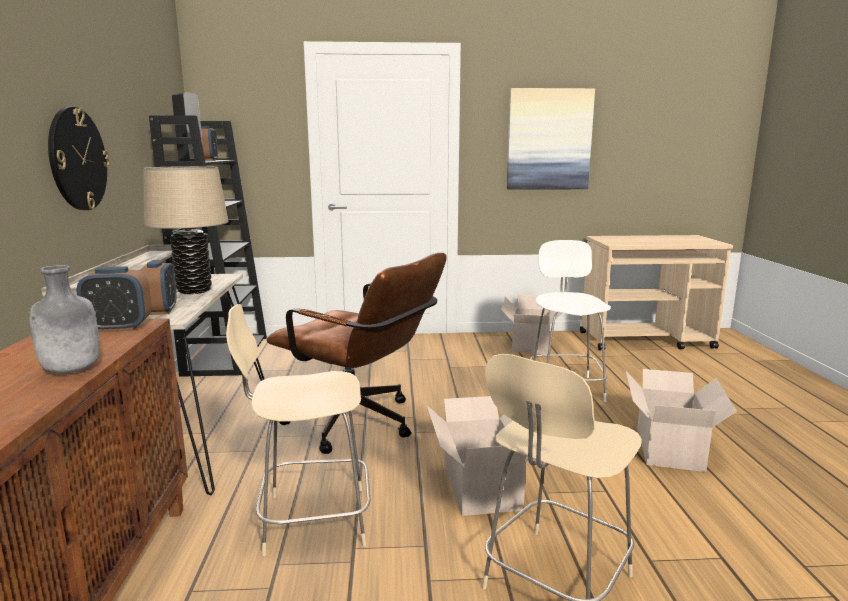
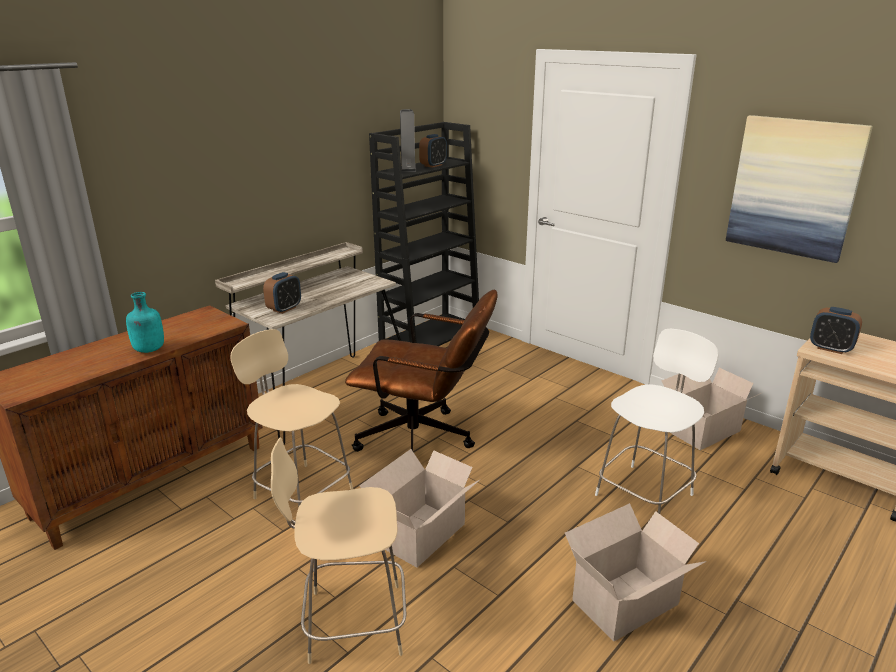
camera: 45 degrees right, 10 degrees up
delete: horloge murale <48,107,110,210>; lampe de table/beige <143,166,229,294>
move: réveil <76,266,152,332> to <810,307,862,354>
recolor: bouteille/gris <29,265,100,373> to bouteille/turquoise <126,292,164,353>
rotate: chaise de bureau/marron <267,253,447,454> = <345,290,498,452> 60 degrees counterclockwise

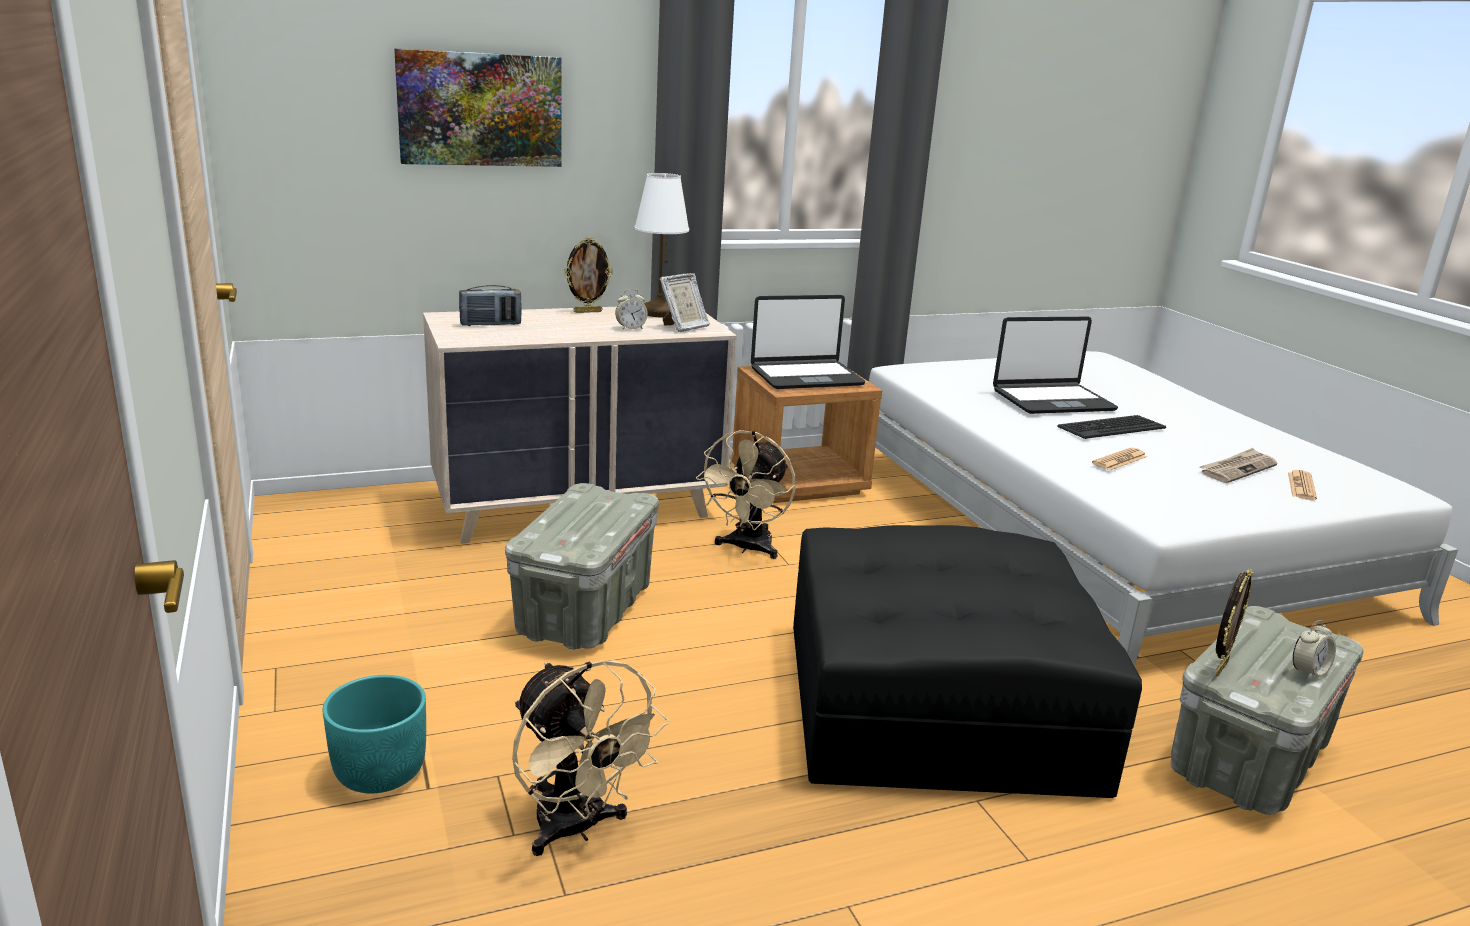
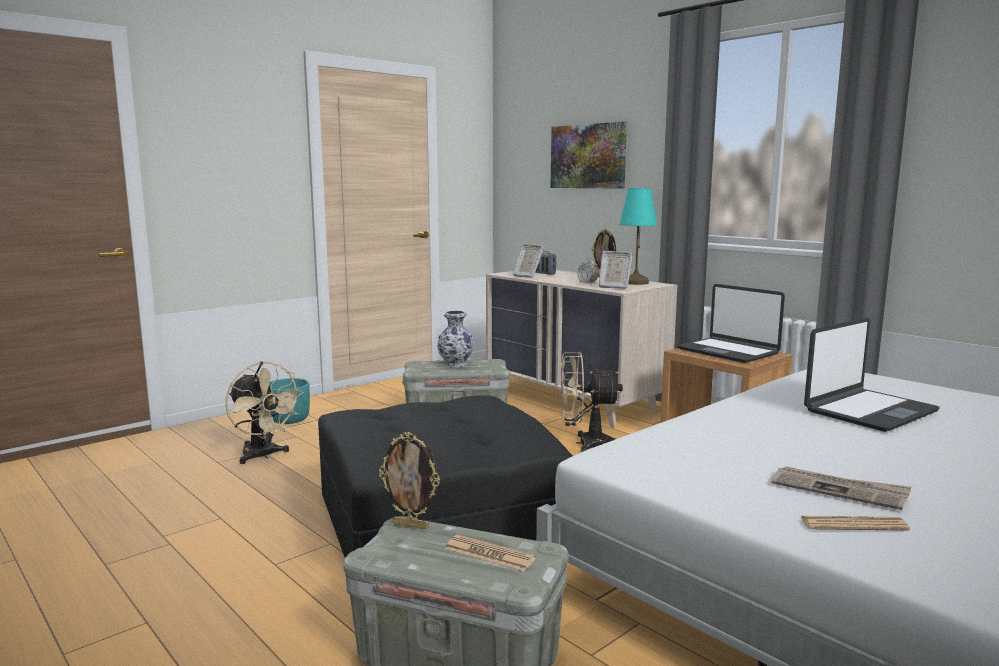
camera: 70 degrees right, 10 degrees down
delete: clavier <1057,415,1166,439>; réveil <1293,620,1336,680>
insert: vase <437,311,474,367>; cadre photo <513,244,544,278>
move: journal <1092,448,1147,470> to <445,534,536,572>
recolor: lampe de table/blanc <635,173,689,317> to lampe de table/turquoise <619,188,657,285>
rotate: ventilateur/beige <512,660,669,856> = <226,361,304,464> 75 degrees counterclockwise; ordinateur portable <993,317,1118,414> = <804,317,940,432> 90 degrees counterclockwise

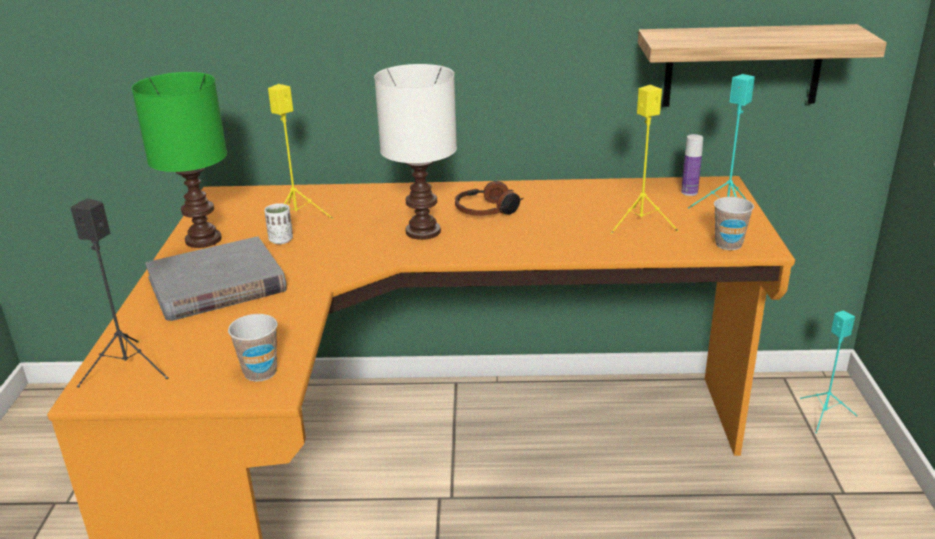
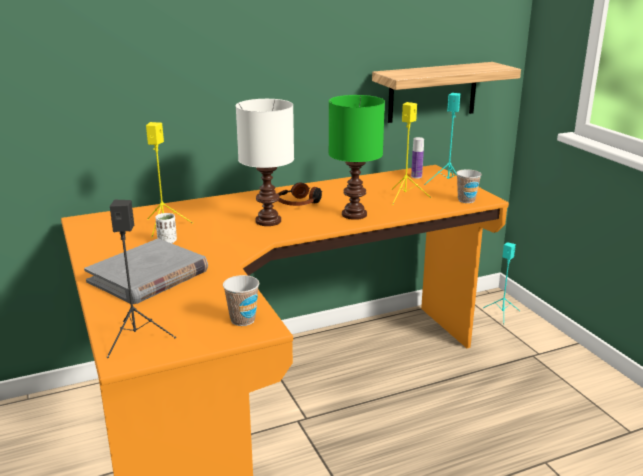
camera: 25 degrees left, 5 degrees down
move: lampe de table/vert <132,72,227,248> to <328,95,385,220>

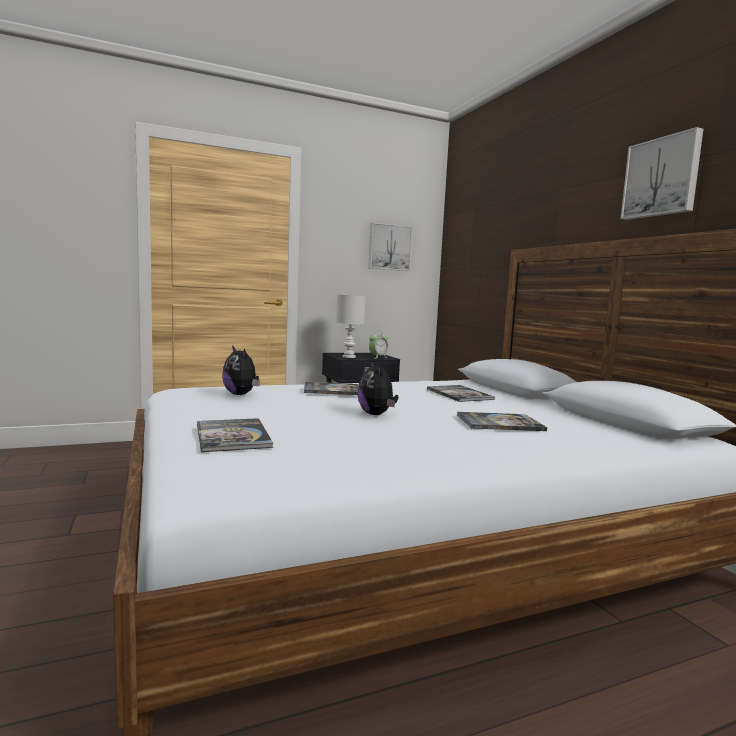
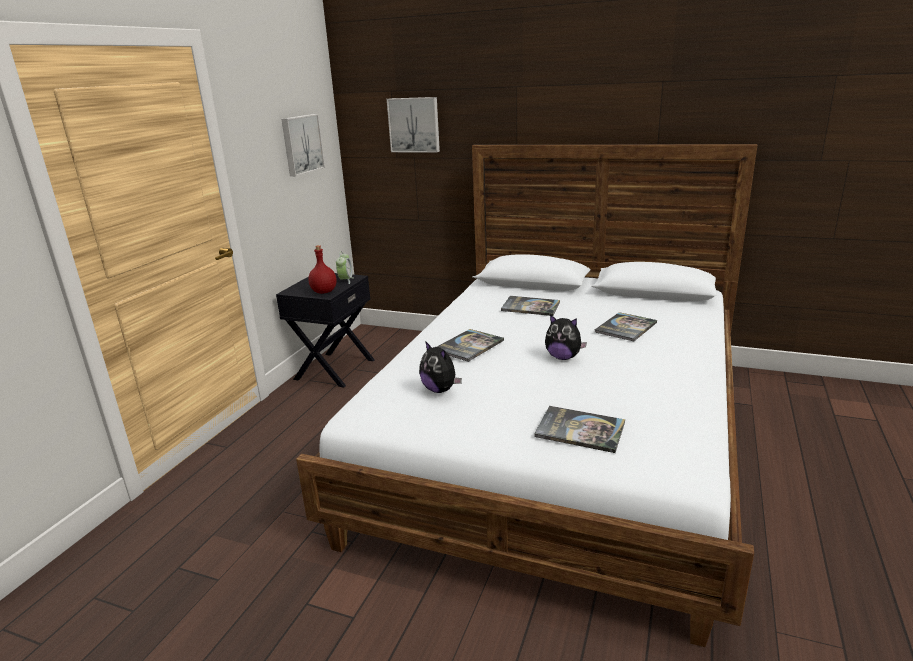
camera: 45 degrees left, 15 degrees up
move: tableau <621,127,703,220> to <387,97,440,153>
replace: lampe de table/blanc <336,294,366,358> to bouteille/rouge <308,245,337,294>
rotate: peluche <222,346,260,395> = <419,341,462,393> 45 degrees clockwise

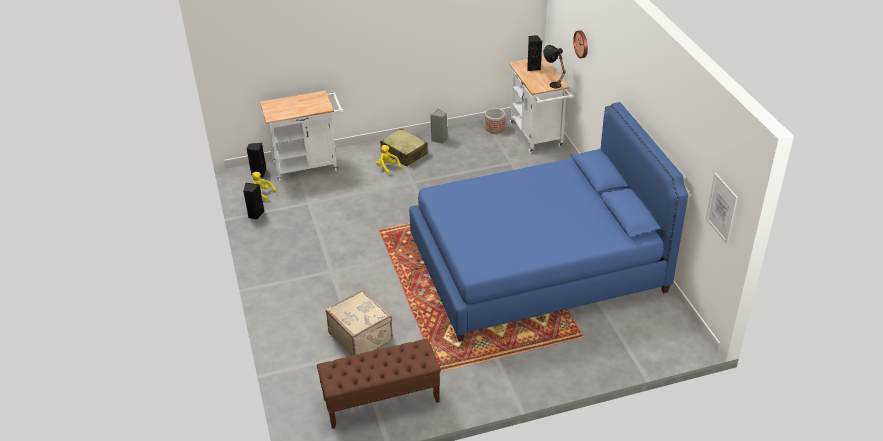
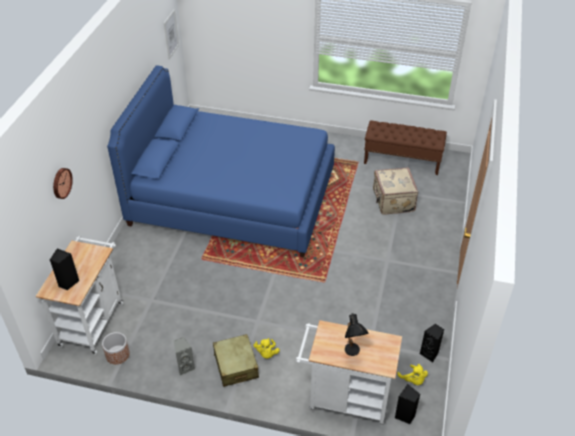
camera: 150 degrees left, 5 degrees up
move: lampe de table/noir <543,45,566,88> to <345,313,369,356>

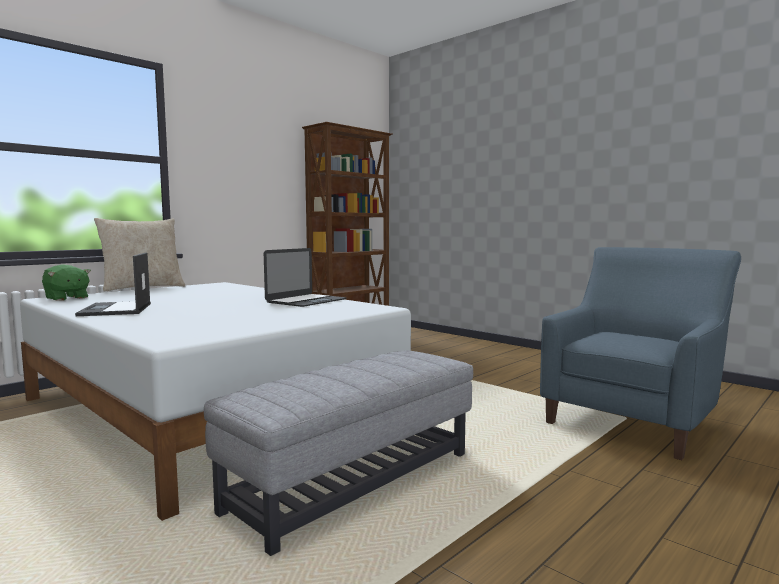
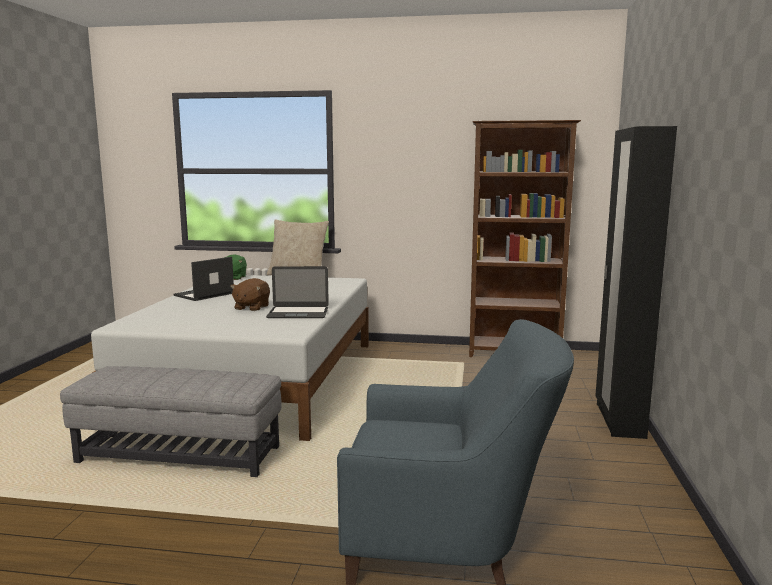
camera: 55 degrees right, 5 degrees up
insert: peluche/marron <231,278,270,311>; armoire/noir <595,126,677,439>

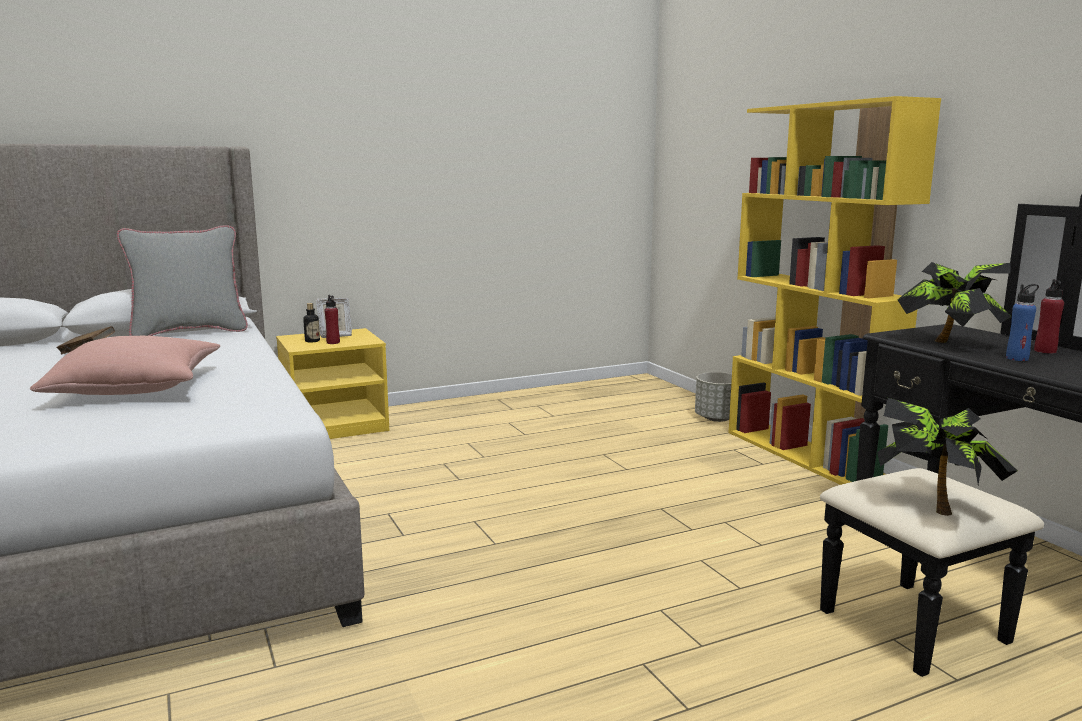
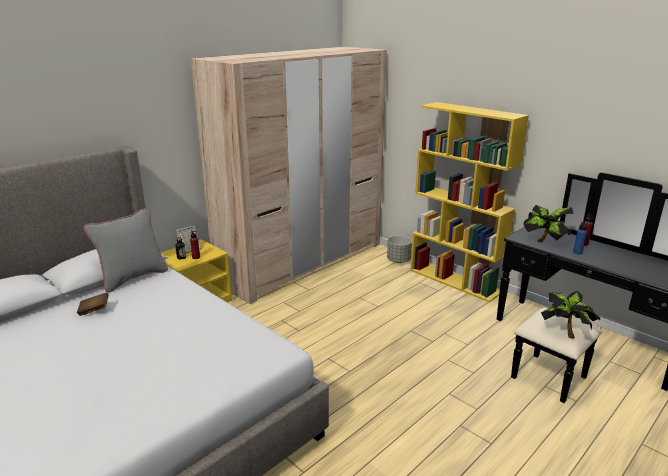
camera: 20 degrees left, 10 degrees up
delete: coussin/rose <30,336,220,395>
insert: armoire/beige <191,47,387,304>

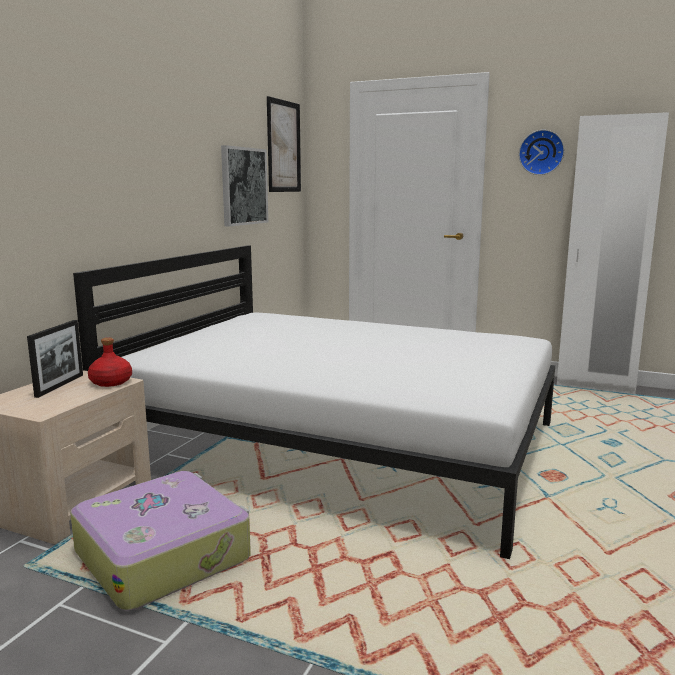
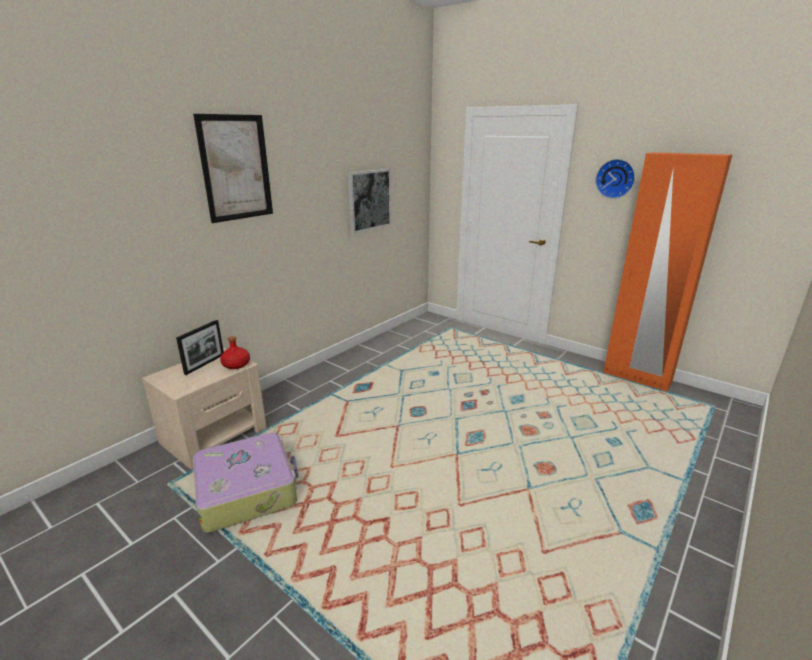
camera: 15 degrees right, 10 degrees up
delete: lit/blanc <73,245,555,559>
move: tableau <267,96,301,192> to <193,114,273,223>
recolor: armoire/blanc <557,112,669,394> to armoire/orange <603,152,732,392>

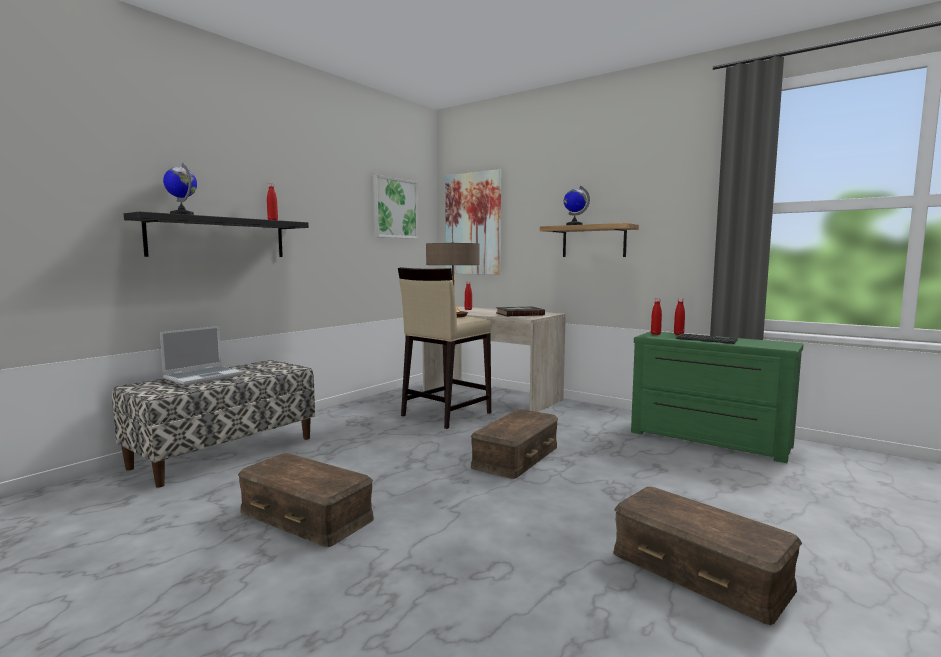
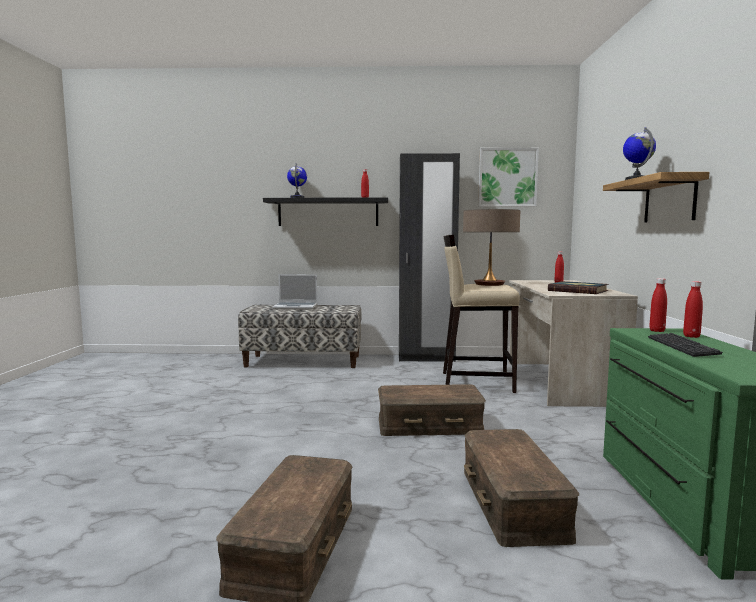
camera: 55 degrees right, 0 degrees up
delete: tableau <445,169,501,275>
insert: armoire/noir <399,153,460,362>
move: boîte de rangement/marron <238,453,374,547> to <464,429,579,547>

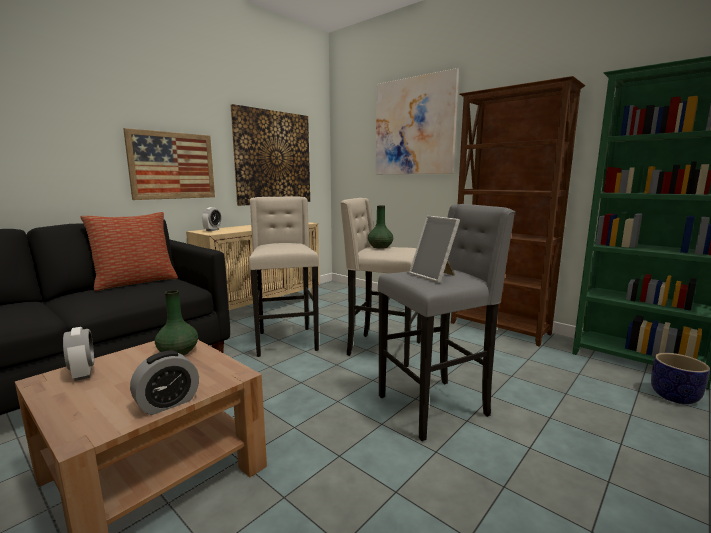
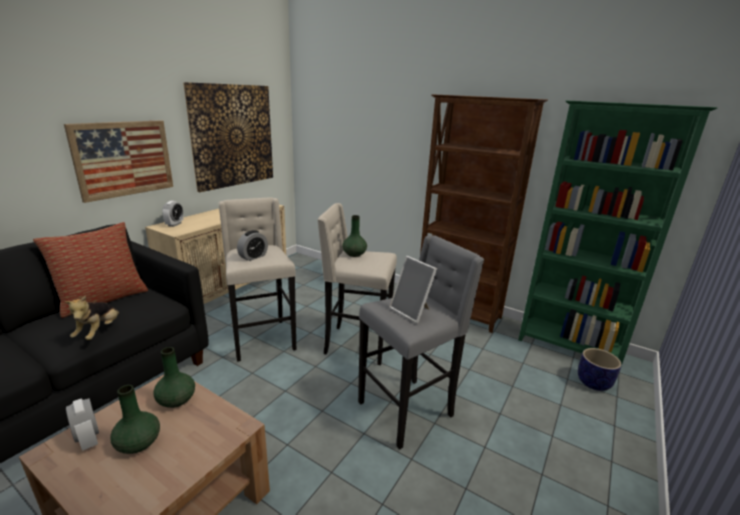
camera: 10 degrees left, 10 degrees up
delete: tableau <376,68,459,174>
insert: peluche <65,296,120,340>; vase/vert <110,385,160,454>
move: réveil <130,351,199,415> to <237,230,268,261>

